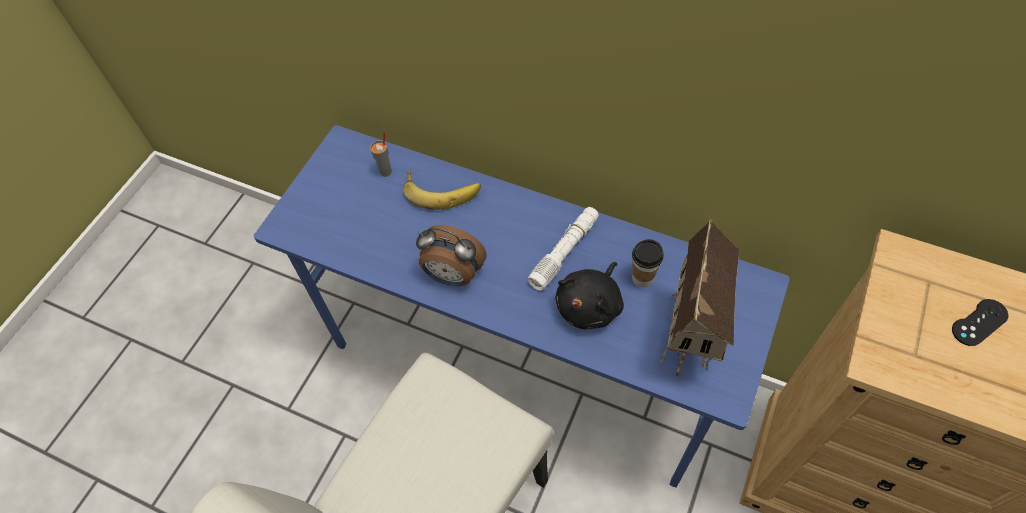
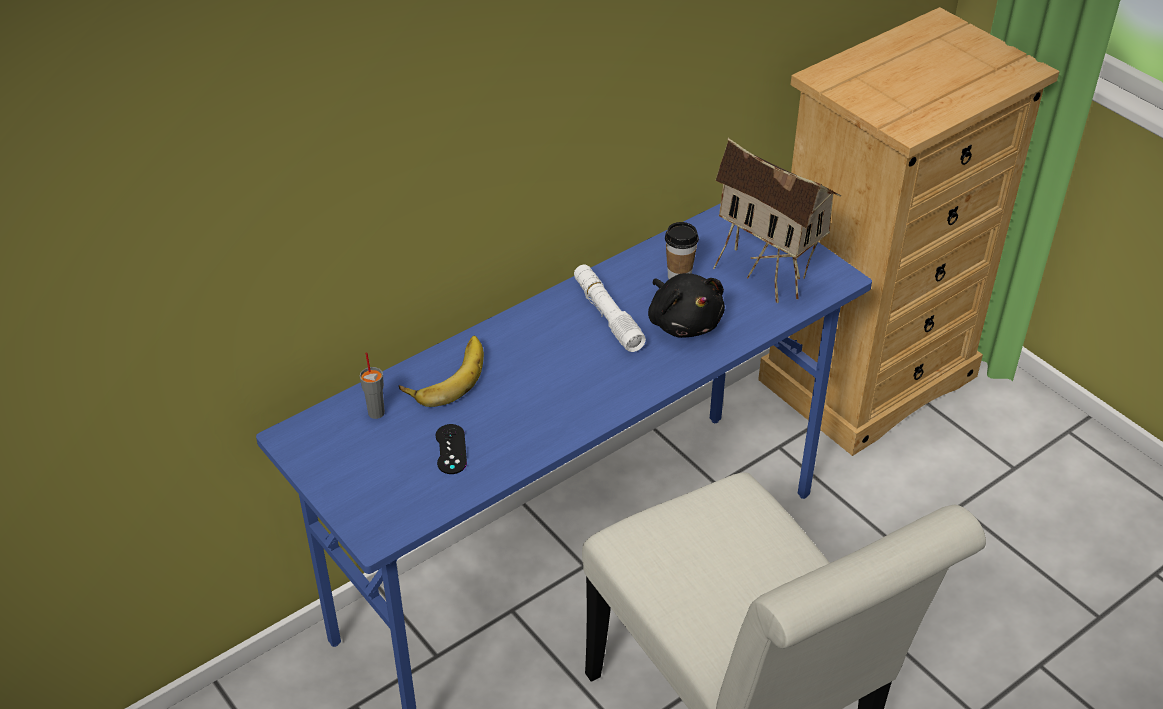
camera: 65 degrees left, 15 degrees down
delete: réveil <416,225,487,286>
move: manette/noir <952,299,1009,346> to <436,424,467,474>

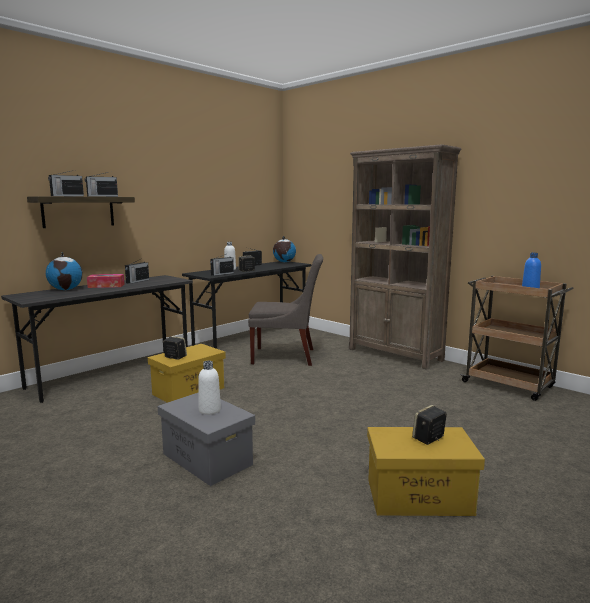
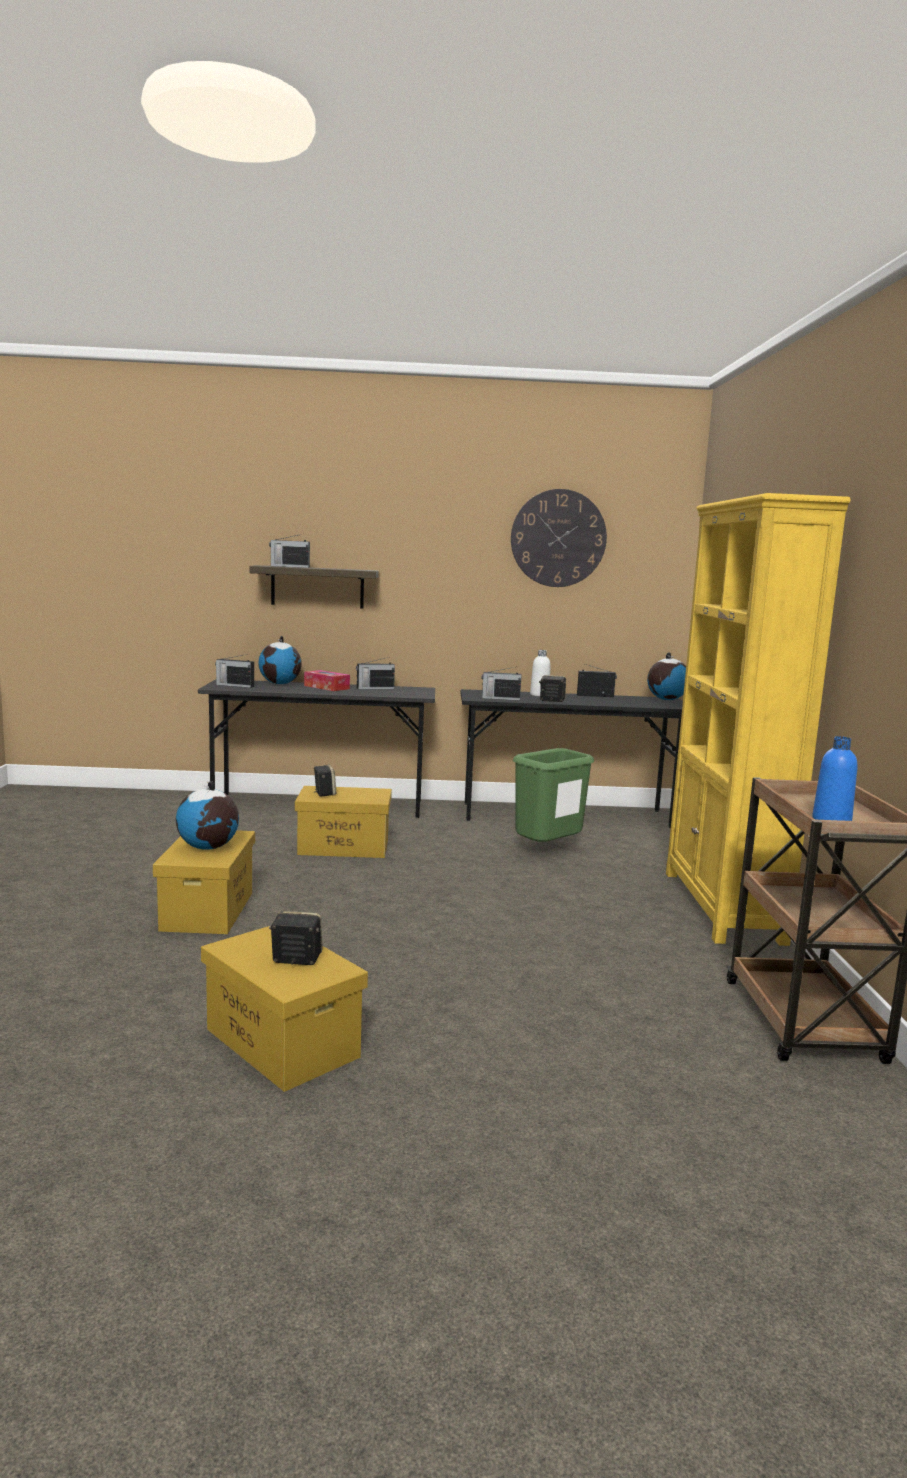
camera: 45 degrees right, 0 degrees up
insert: horloge murale <511,489,607,587>
move: radio <85,171,118,197> to <215,654,254,688>
replace: bouteille/blanc <198,361,221,415> to globe <176,781,239,850>; chaise/gris <248,254,323,366> to poubelle/vert <513,748,594,842>
recolor: boîte de rangement/gris <158,393,255,486> to boîte de rangement/jaune <153,830,255,934>; bibliothèque/marron <349,144,462,370> to bibliothèque/jaune <666,493,850,946>

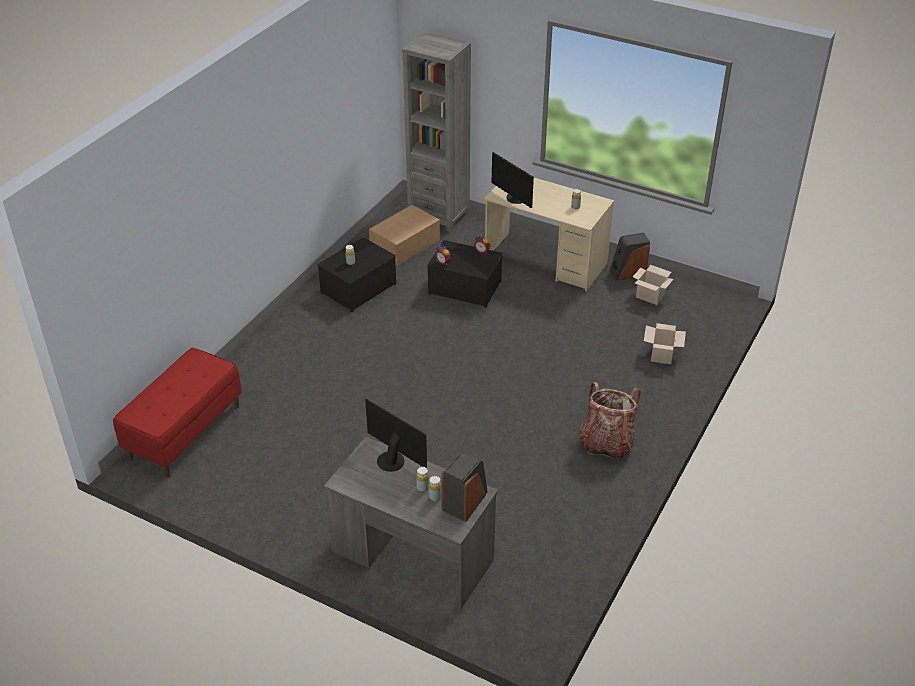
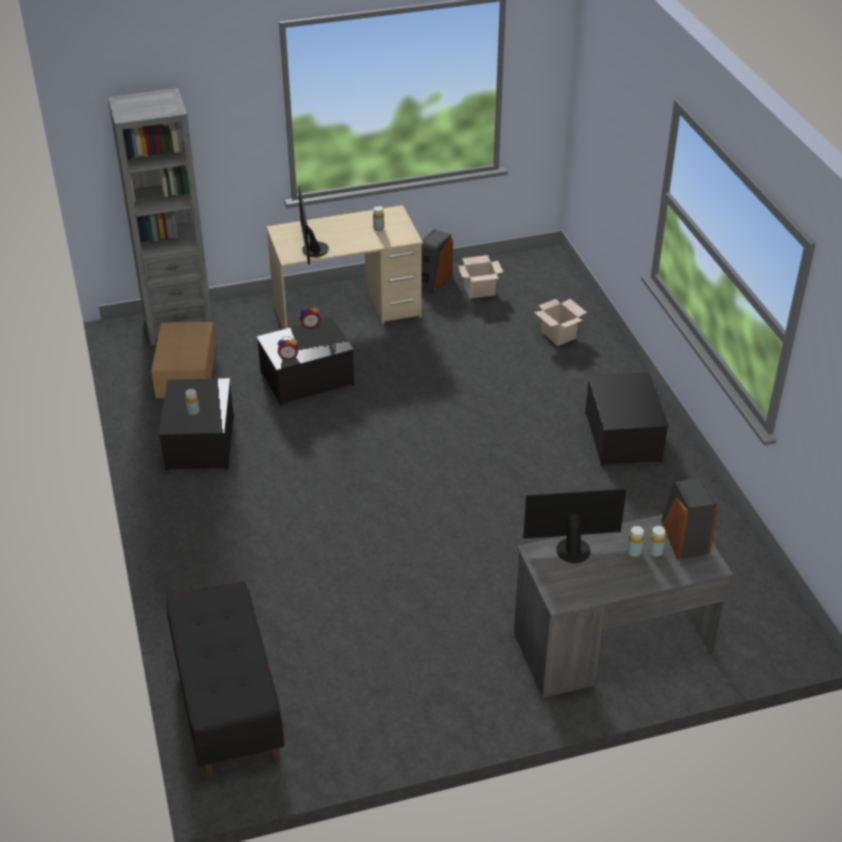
camera: 45 degrees left, 0 degrees up
replace: sac à dos <579,382,641,459> to boîte de rangement <585,372,669,467>
recolor: banc/rouge <113,347,242,477> to banc/noir <166,582,285,779>
rotate: écran d'ordinateur <492,152,534,208> = <298,185,329,264> 75 degrees clockwise

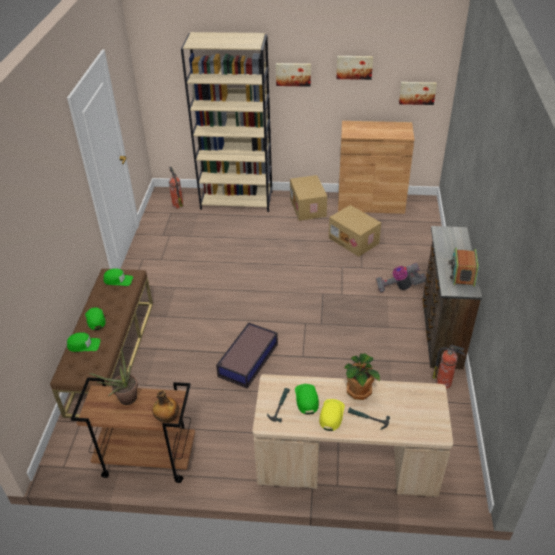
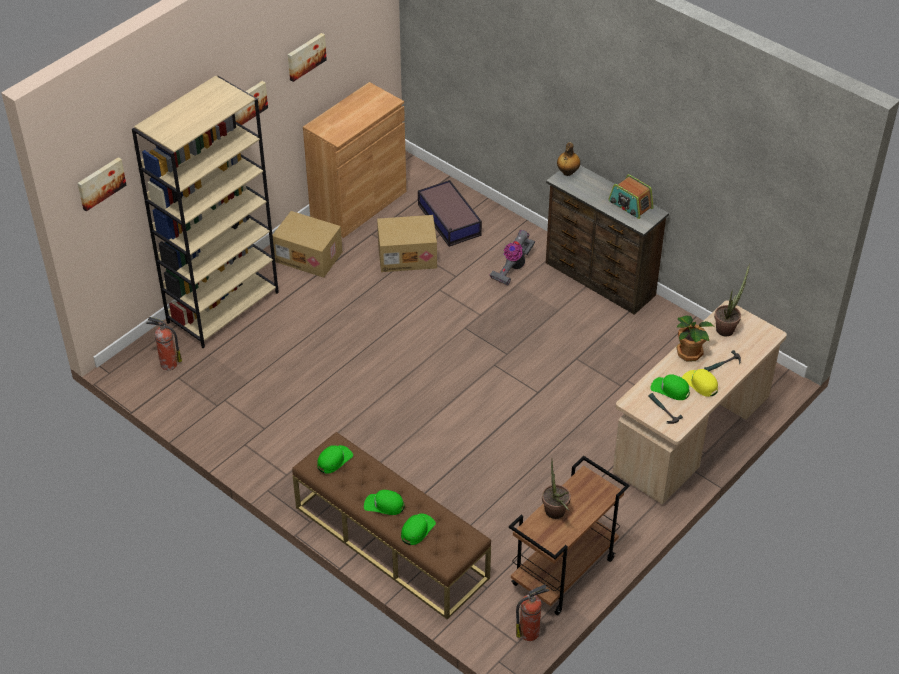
camera: 55 degrees left, 5 degrees up
insert: plante en pot <714,264,750,336>
move: bouteille <152,390,179,423> to <557,142,580,176>; boîte de rangement <216,322,278,389> to <418,180,482,247>; tableau <399,82,437,105> to <78,157,127,211>; extincteur <433,345,466,389> to <516,585,549,641>

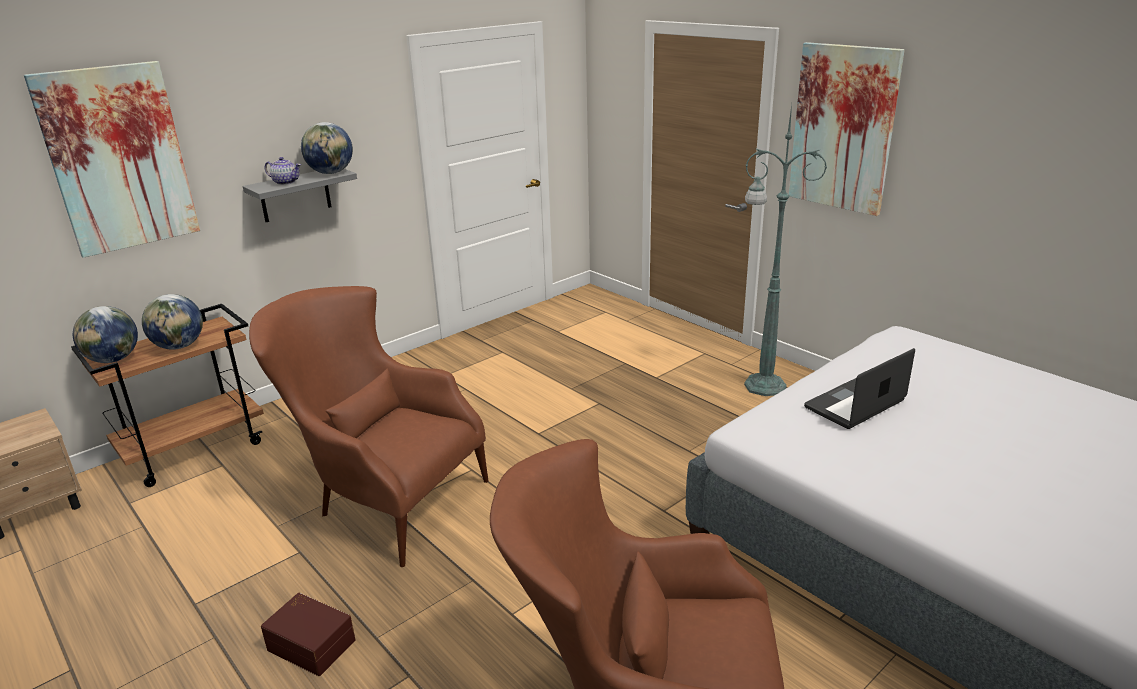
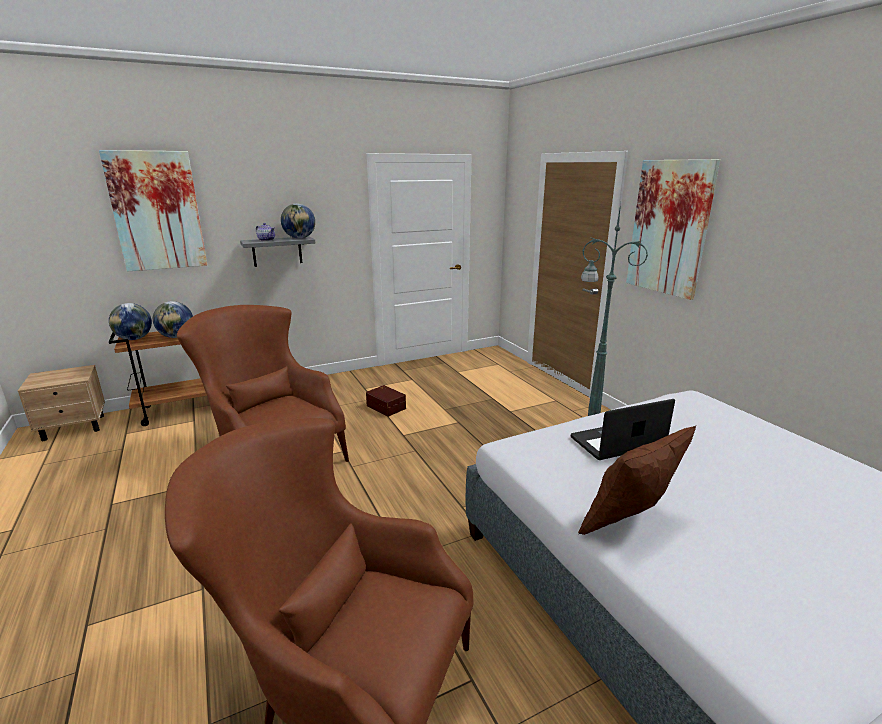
camera: 15 degrees right, 5 degrees down
insert: coussin/marron <578,426,696,535>
move: boîte de rangement/marron <261,593,355,676> to <366,385,406,417>

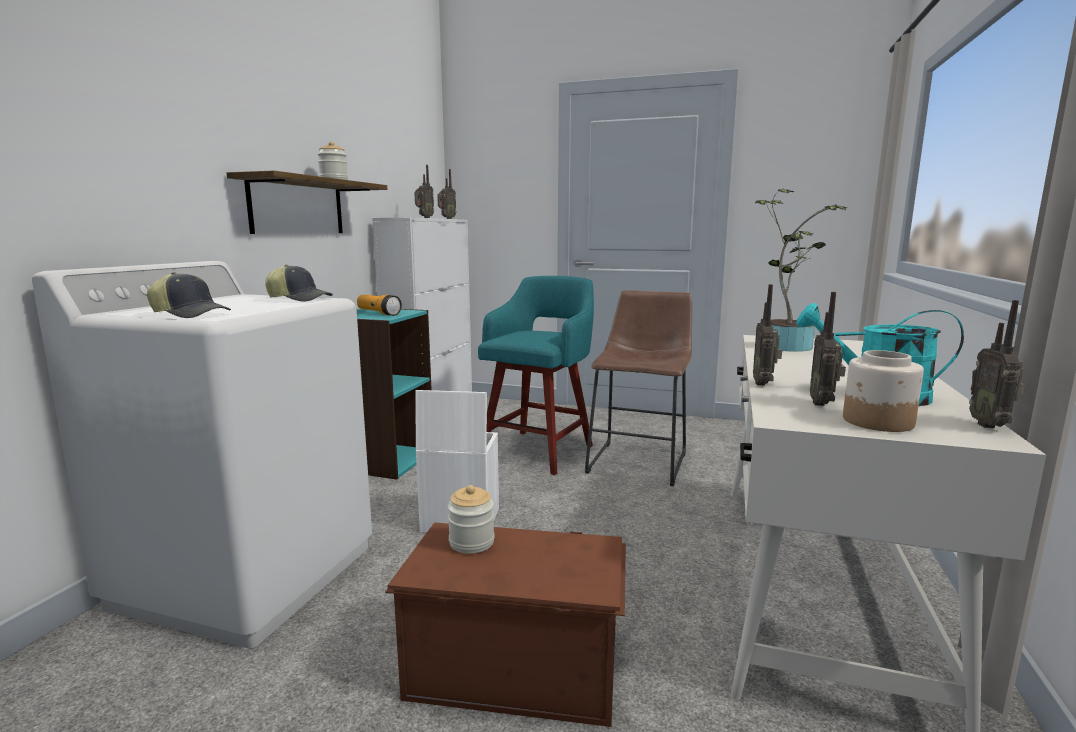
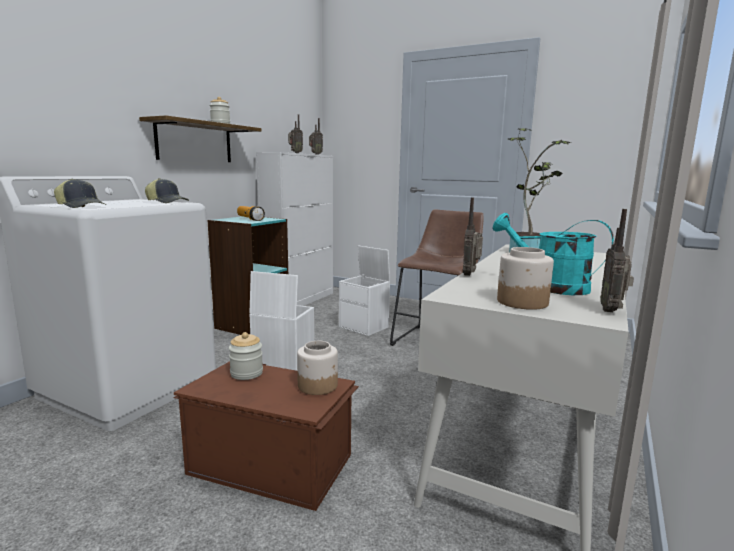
camera: 10 degrees right, 0 degrees up
delete: radio <810,292,846,406>
insert: bocal <297,341,338,395>
replace: tabouret/turquoise <478,276,594,475> to boîte de rangement/blanc <339,245,390,336>

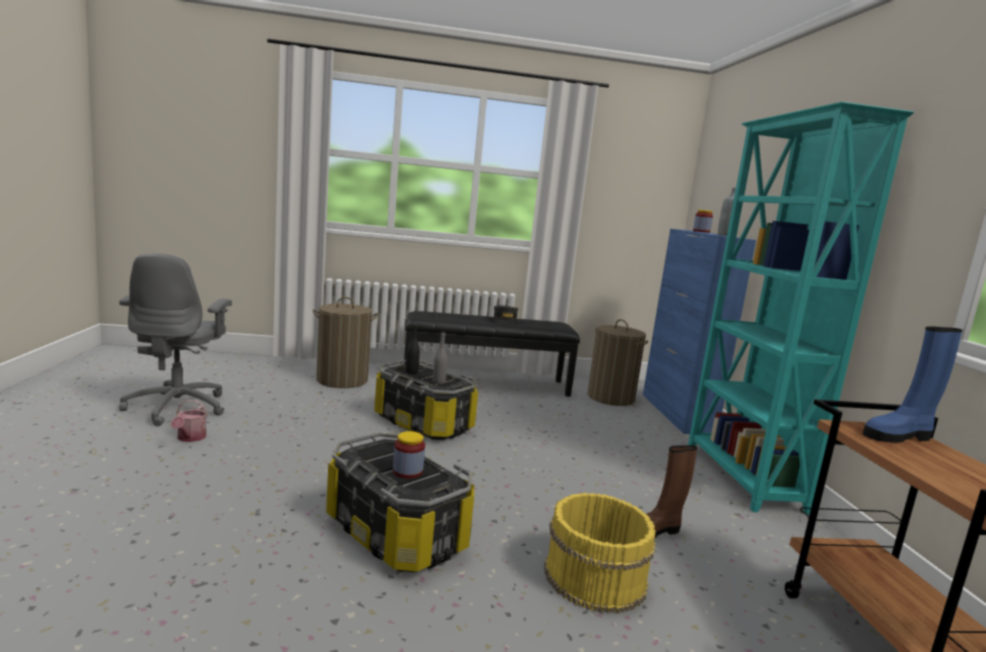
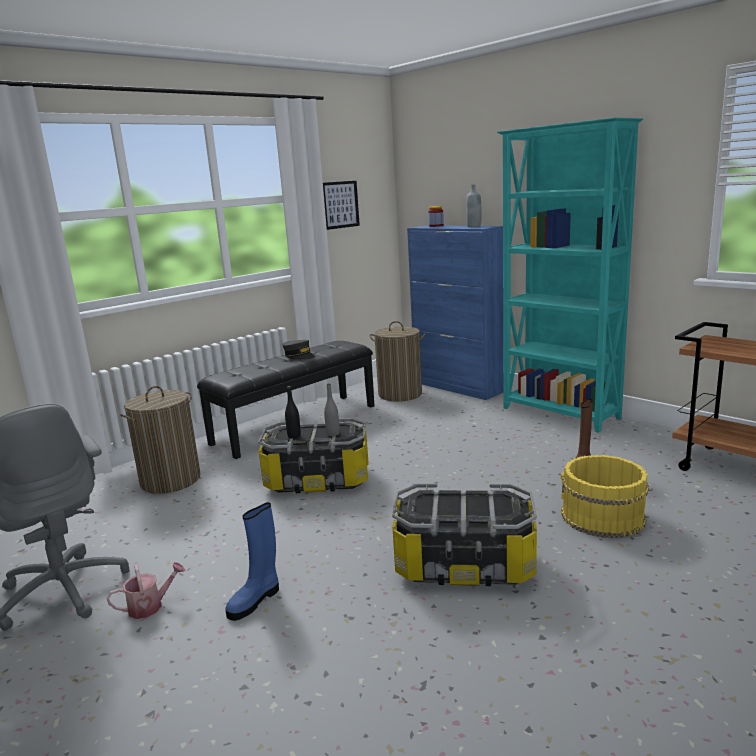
camera: 35 degrees left, 5 degrees up
delete: bocal <393,431,425,478>
insert: tableau <323,181,360,230>
move: botte/bleu <863,326,963,443> to <225,502,279,621>
rotate: arrosoir <171,400,207,442> = <107,562,185,619> 75 degrees counterclockwise

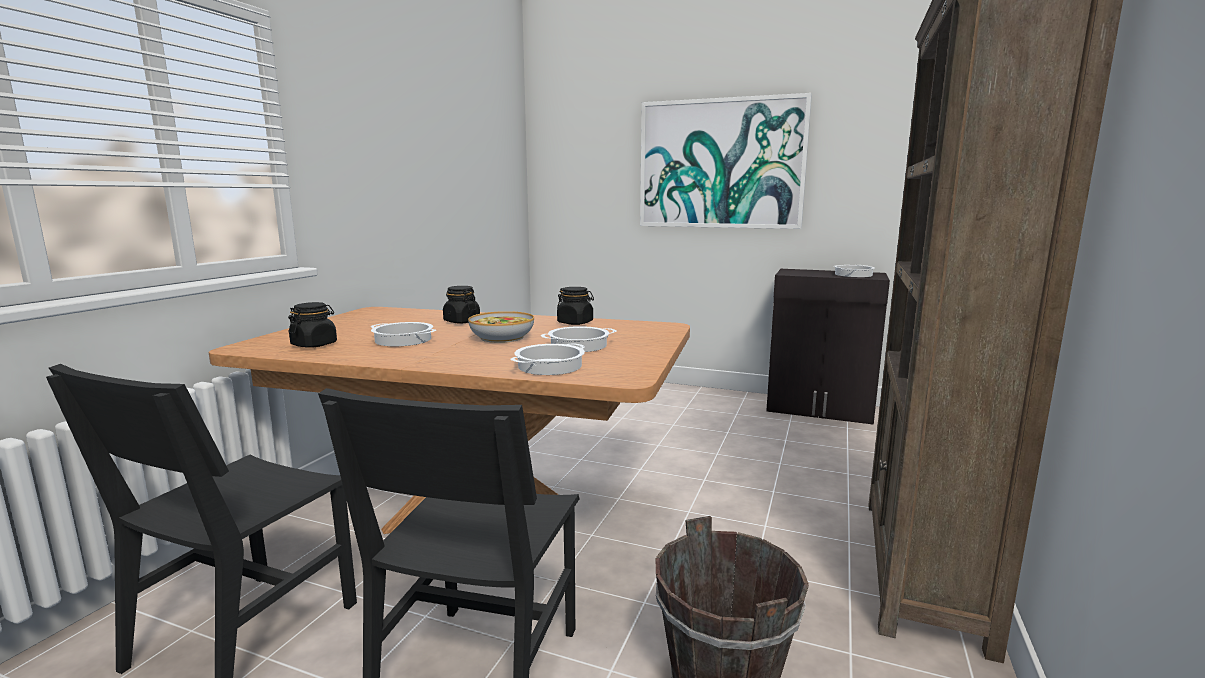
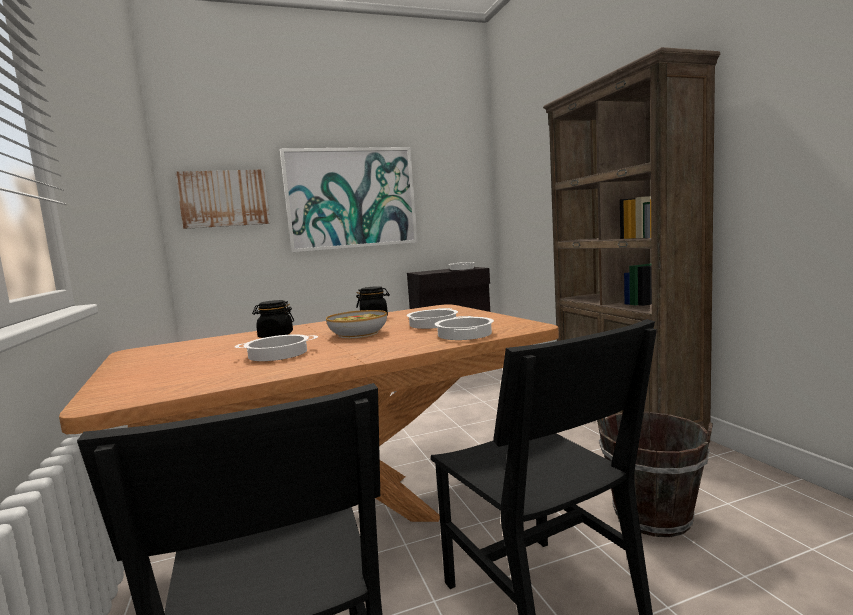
camera: 40 degrees left, 5 degrees down
delete: bocal/noir <288,302,337,348>
insert: tableau <175,169,270,229>

